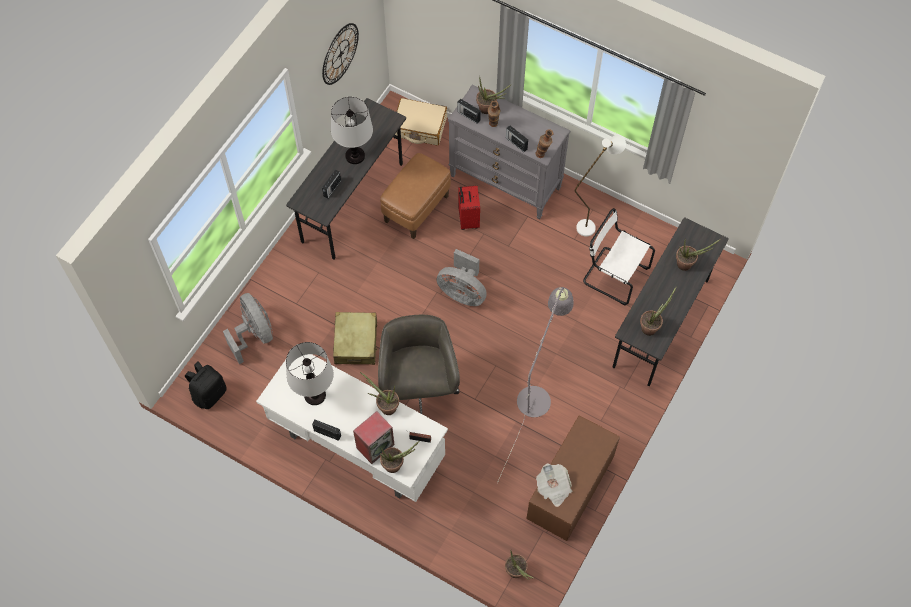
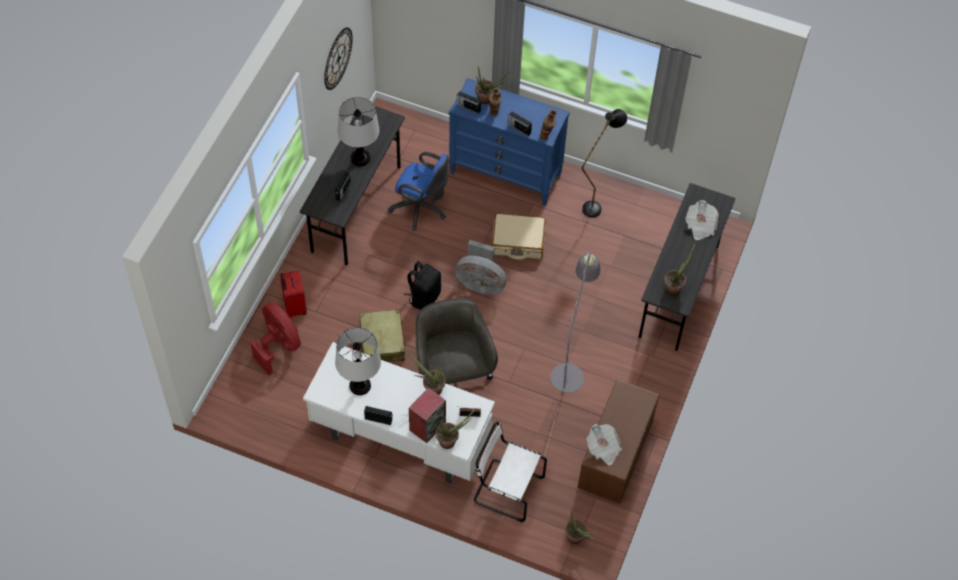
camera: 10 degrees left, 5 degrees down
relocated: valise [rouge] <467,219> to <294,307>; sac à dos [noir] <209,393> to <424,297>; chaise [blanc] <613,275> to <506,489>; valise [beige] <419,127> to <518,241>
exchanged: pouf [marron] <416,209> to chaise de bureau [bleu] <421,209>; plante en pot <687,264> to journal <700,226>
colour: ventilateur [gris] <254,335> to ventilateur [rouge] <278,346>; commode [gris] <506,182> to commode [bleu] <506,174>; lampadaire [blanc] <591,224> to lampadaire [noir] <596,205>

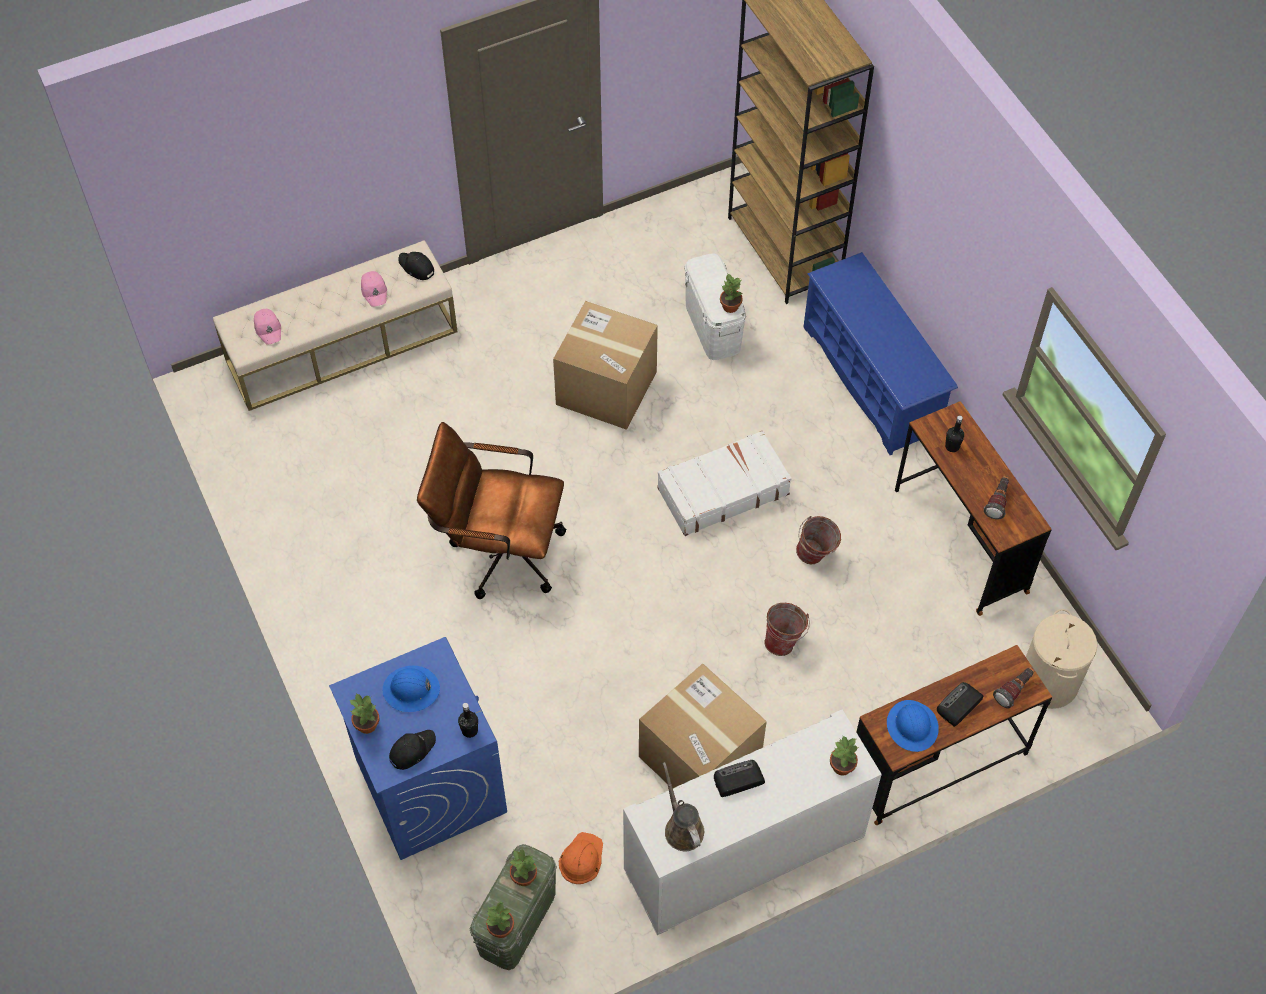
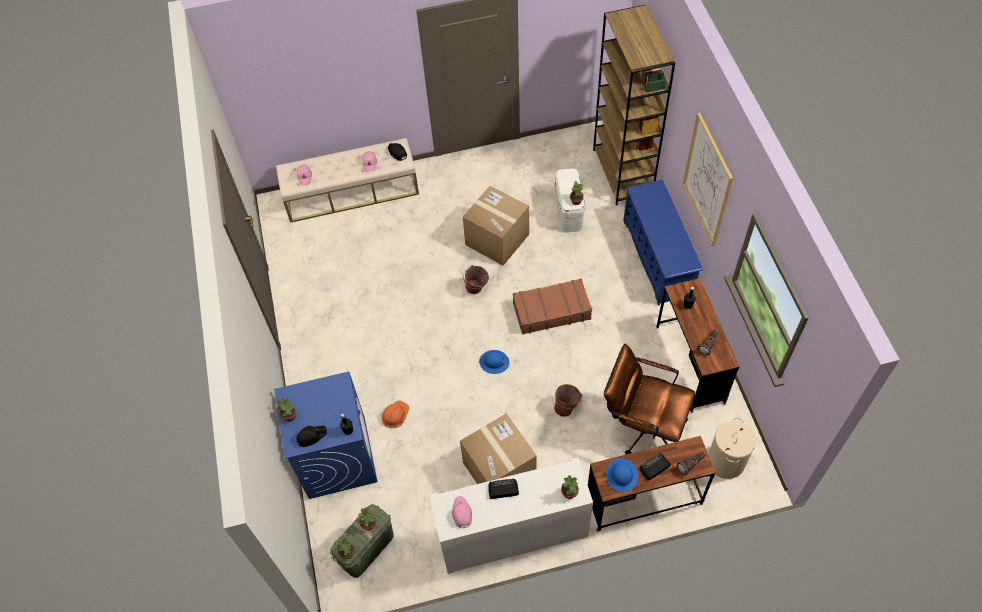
camera: 15 degrees right, 0 degrees up
appeared: tableau <707,180>
relocated: casque de chantier [orange] <581,859> to <395,414>; seau <816,556> to <476,290>; casque de chantier [bleu] <411,690> to <494,362>; chaise de bureau [marron] <498,551> to <642,426>
exchanged: arrosoir [marron] <682,828> to casquette [rose] <461,513>
colour: valise [blanc] <722,491> to valise [marron] <551,311>

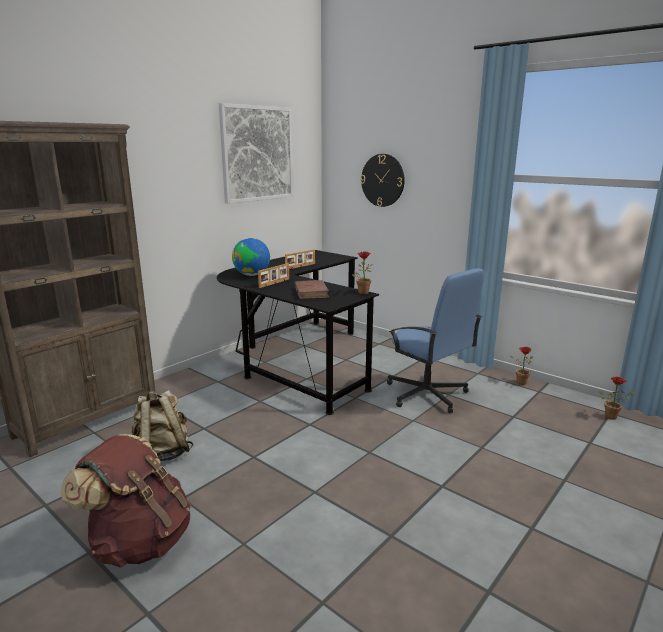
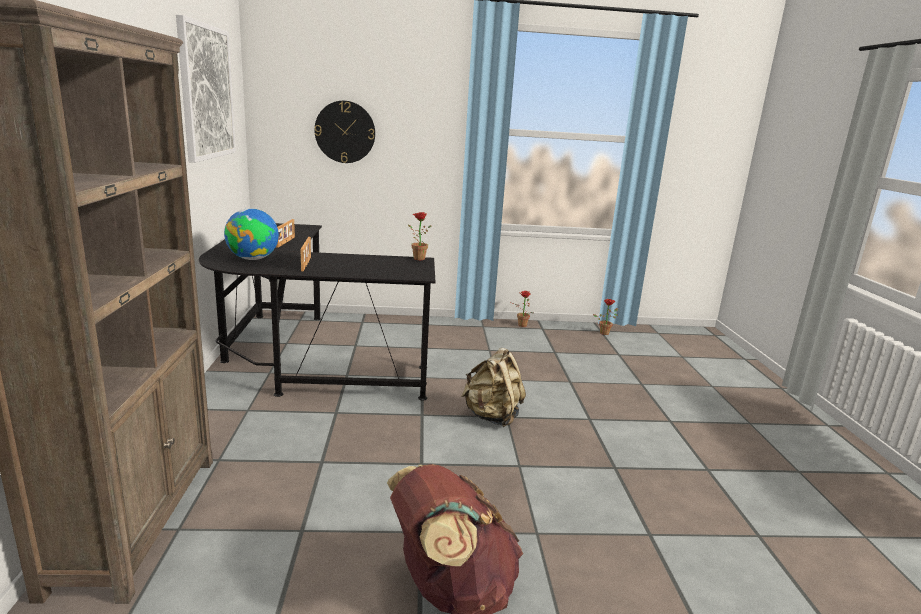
camera: 45 degrees left, 0 degrees up
missing: livre [marron] <311,292>; chaise de bureau [bleu] <427,394>
relocated: sac à dos [beige] <162,453> to <492,417>

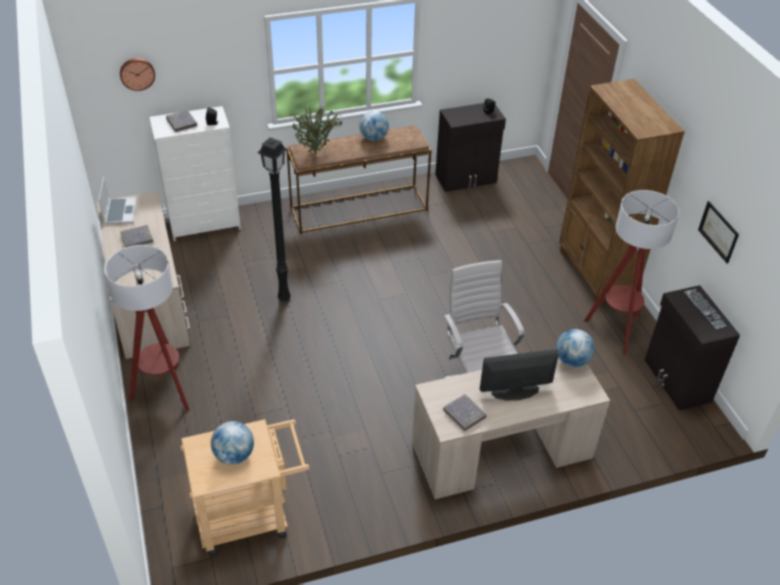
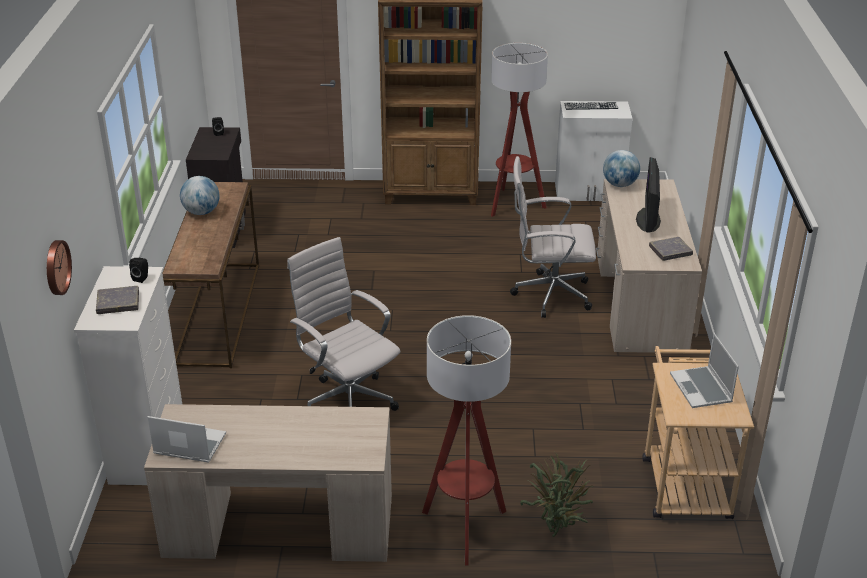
camera: 70 degrees left, 10 degrees down
missing: livre [gris] <137,239>; tableau <718,231>
relocated: plante en pot <316,153> to <557,529>
exchanged: lampadaire [noir] <285,298> to chaise de bureau [blanc] <347,400>; globe <234,455> to ordinateur portable <702,389>
colour: meuble de rangement [noir] <676,381> to meuble de rangement [blanc] <589,193>

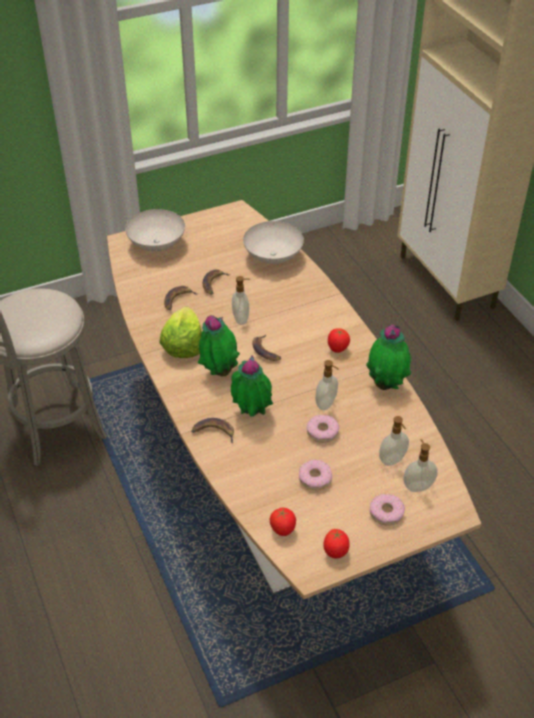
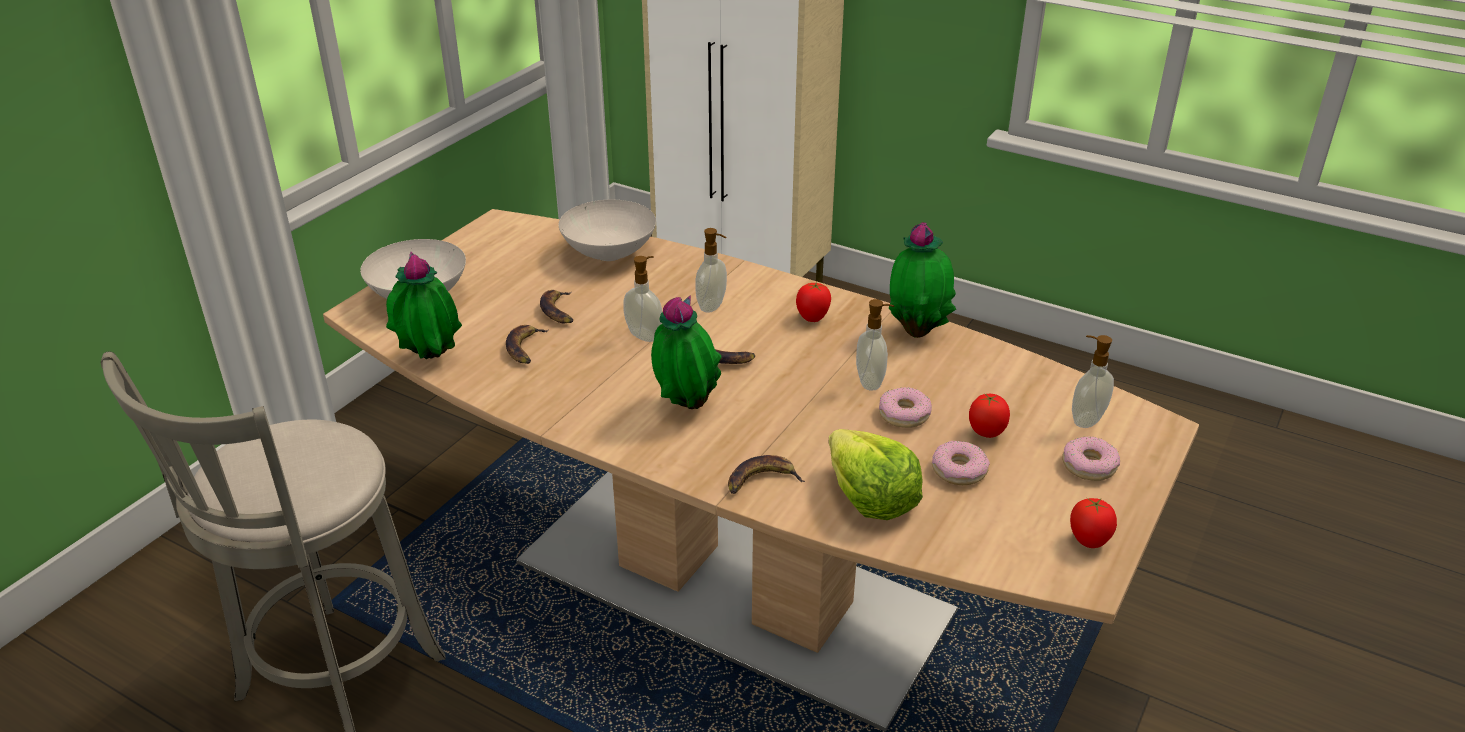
camera: 35 degrees left, 10 degrees down
relocated: plante en pot <251,413> to <430,361>; distributeur de savon <393,460> to <712,306>; laitue <183,345> to <870,498>; tomate <283,530> to <986,433>

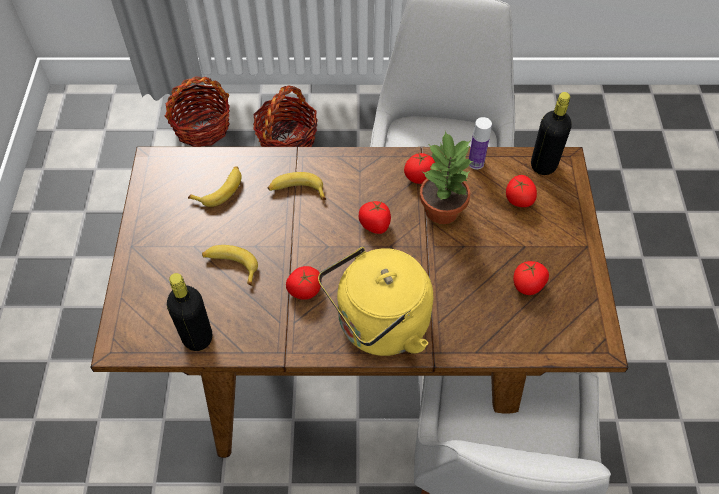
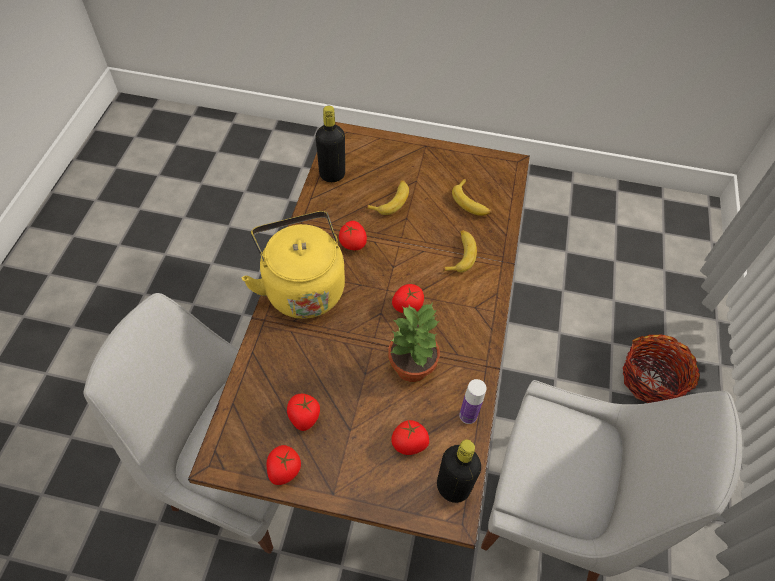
camera: 100 degrees right, 0 degrees up
missing: panier <202,128>
relocated: tomate <420,177> to <284,470>

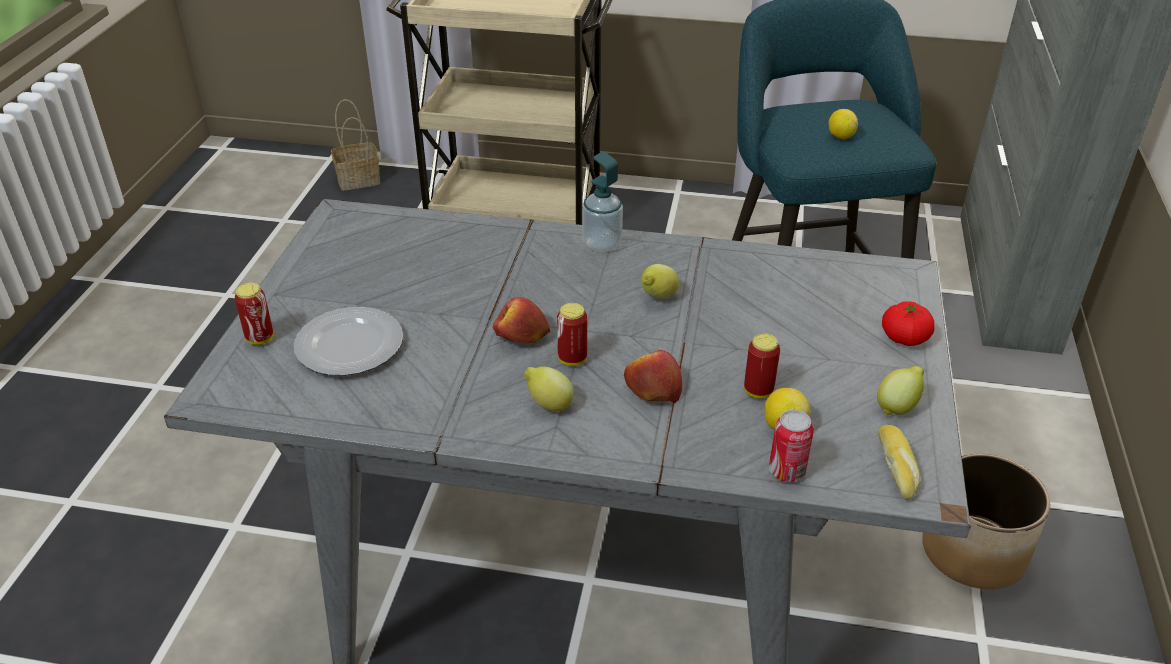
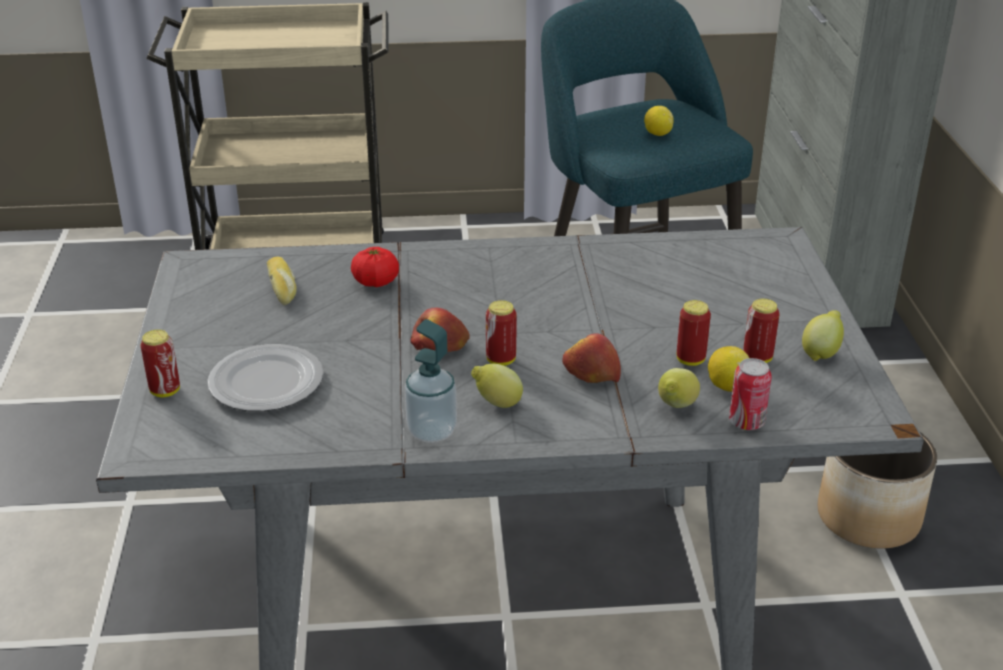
camera: 15 degrees left, 5 degrees down
missing: panier <360,179>
appeared: boîte métallique <757,358>
relocated: pain <898,468> to <283,287>; tomate <904,338> to <375,282>; distributeur de savon <602,244> to <432,431>; citron <657,298> to <676,407>

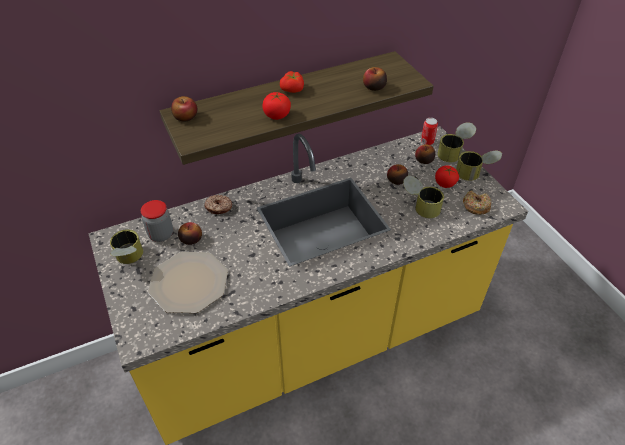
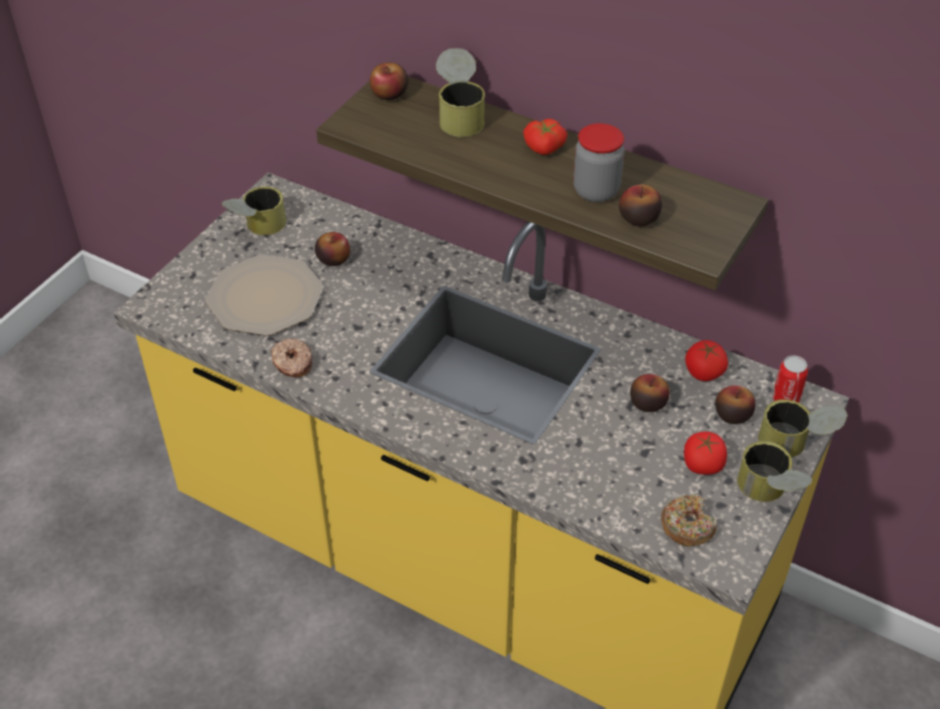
camera: 55 degrees right, 0 degrees up
relocated: beignet <219,208> to <292,363>; boîte métallique <420,206> to <460,114>; bocal <161,234> to <596,191>; tomate <277,115> to <703,372>

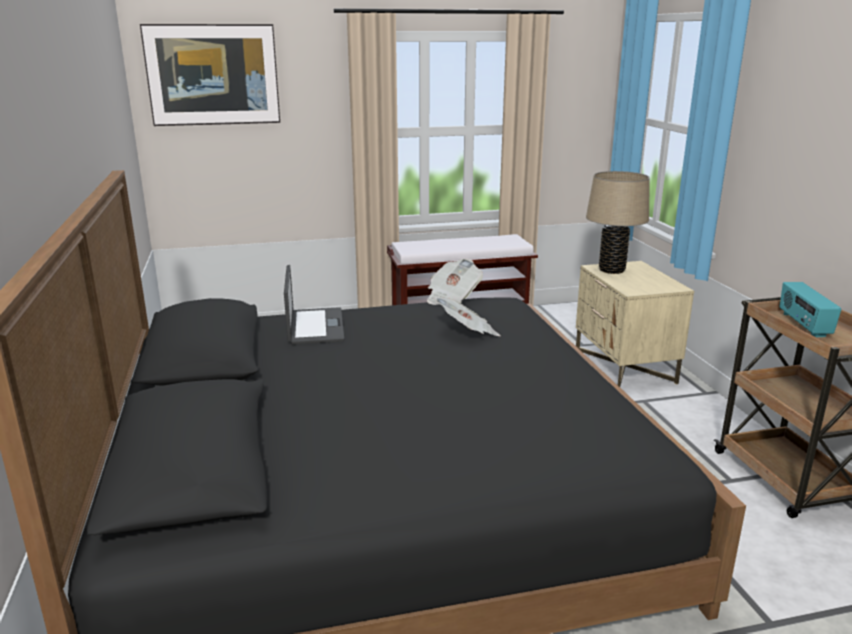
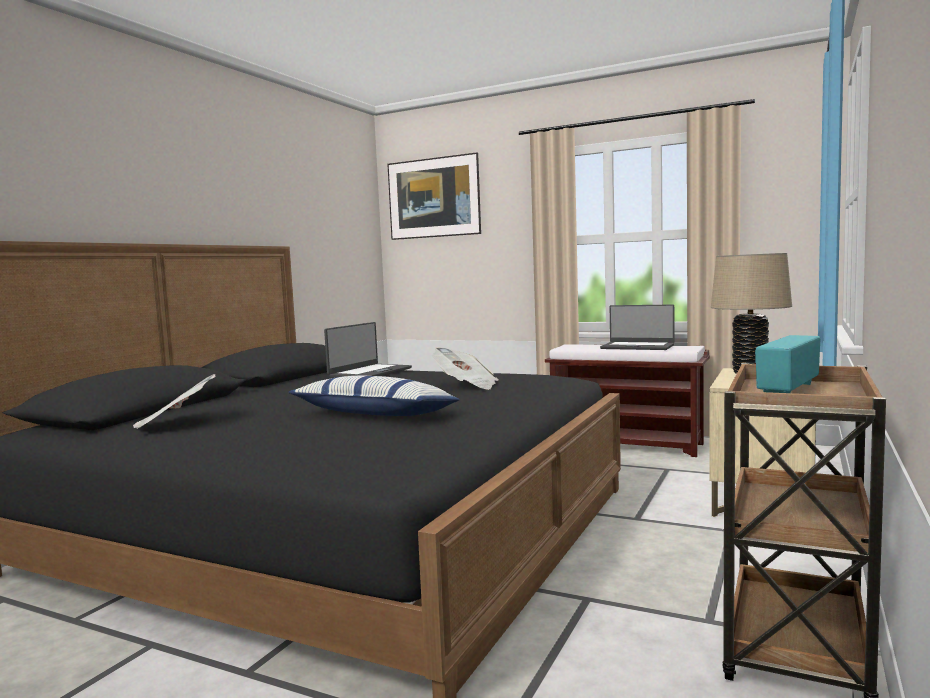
camera: 40 degrees right, 15 degrees down
appeared: coussin <375,414>; ordinateur portable <637,347>
relocated: journal <452,297> to <174,424>

